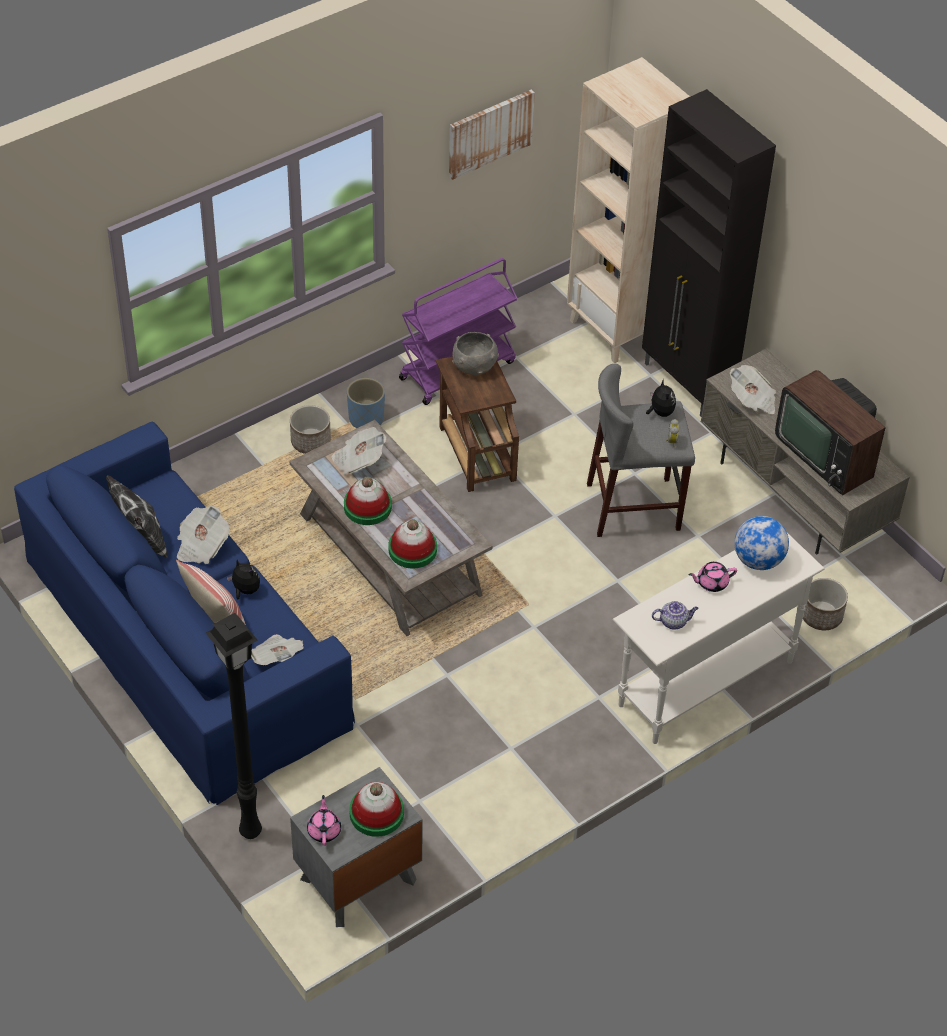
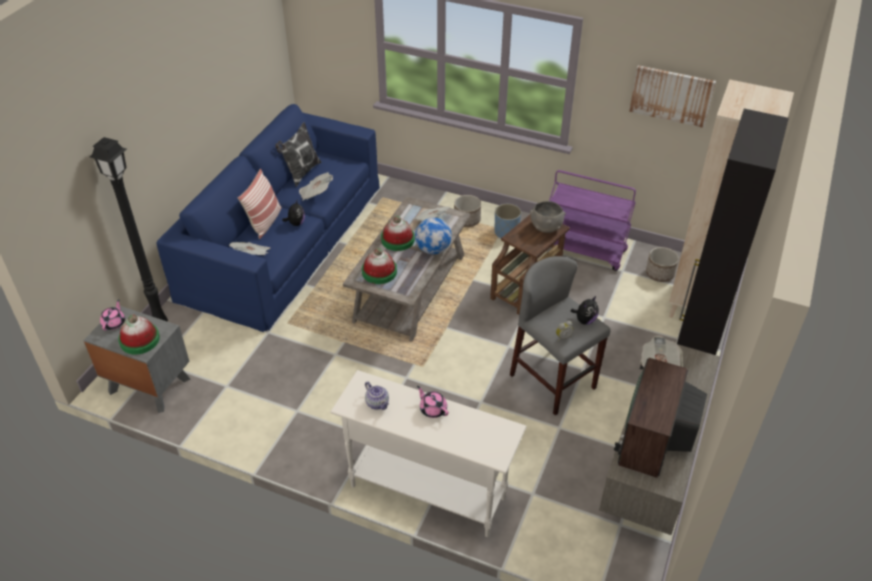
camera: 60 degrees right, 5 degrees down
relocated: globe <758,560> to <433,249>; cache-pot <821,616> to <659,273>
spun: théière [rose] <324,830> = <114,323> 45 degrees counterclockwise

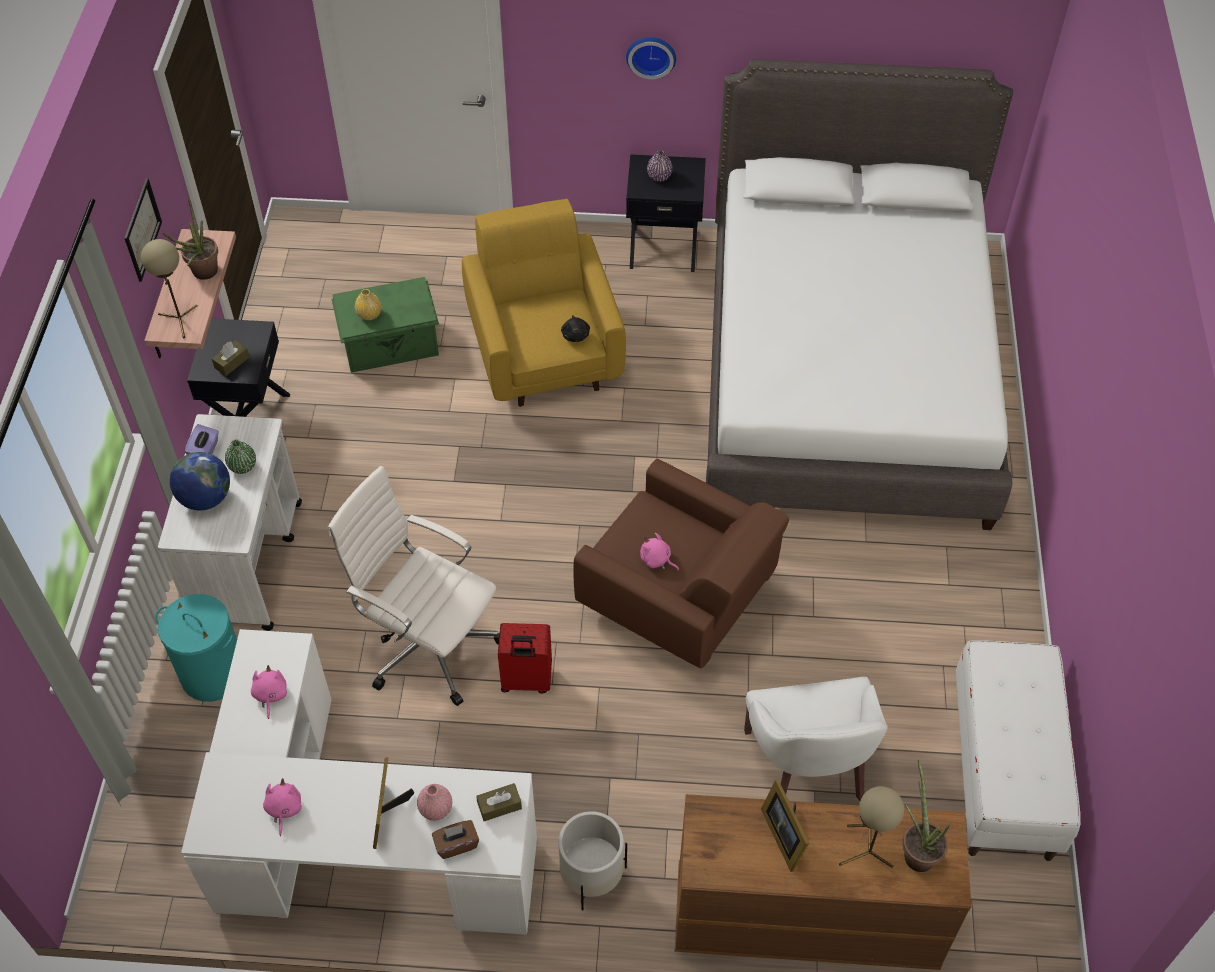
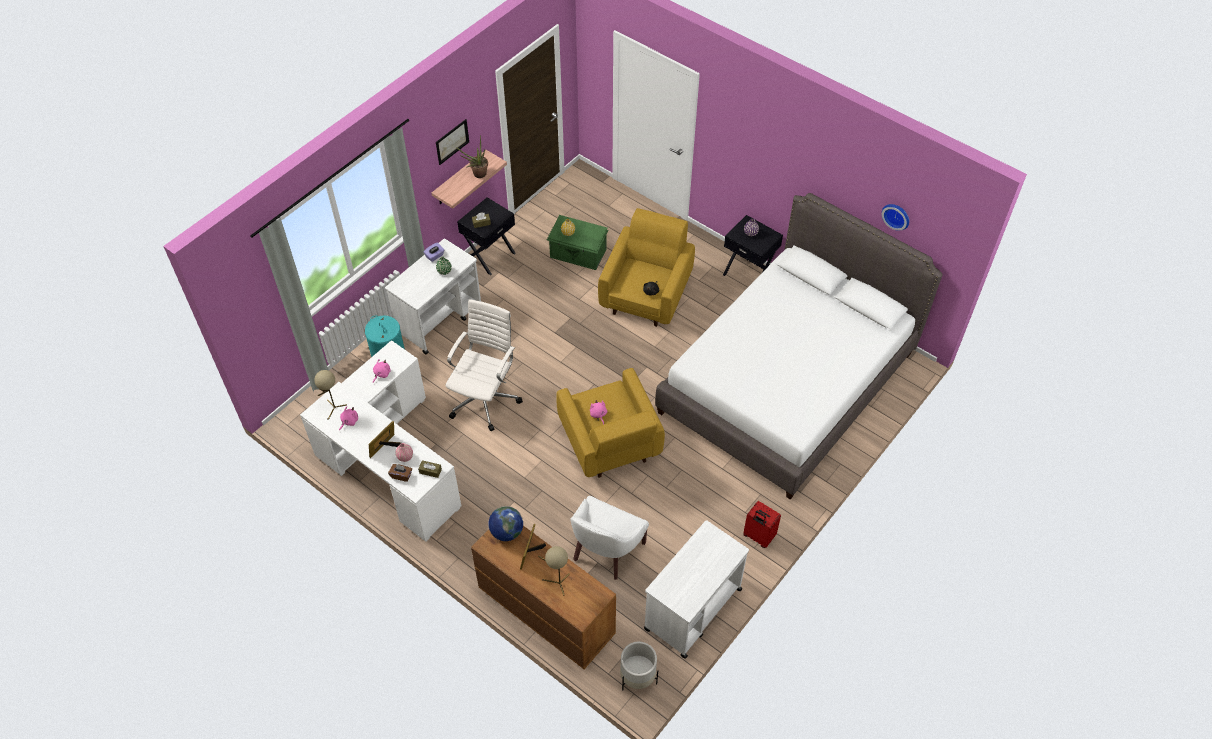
camera: 35 degrees right, 0 degrees up
missing: plante en pot <917,851>
relocated: lampe de table [beige] <180,320> to <333,409>; globe <205,498> to <507,532>; cache-pot [blanc] <591,876> to <637,677>; valise [rouge] <526,681> to <758,537>; horloge murale <651,55> to <896,215>
exchanged: banc [blanc] <1003,771> to chariot [blanc] <692,609>
colour: fauteuil [marron] <679,600> to fauteuil [jaune] <610,443>
spun: chaise de bureau [blanc] <429,643> = <485,398> 45 degrees clockwise

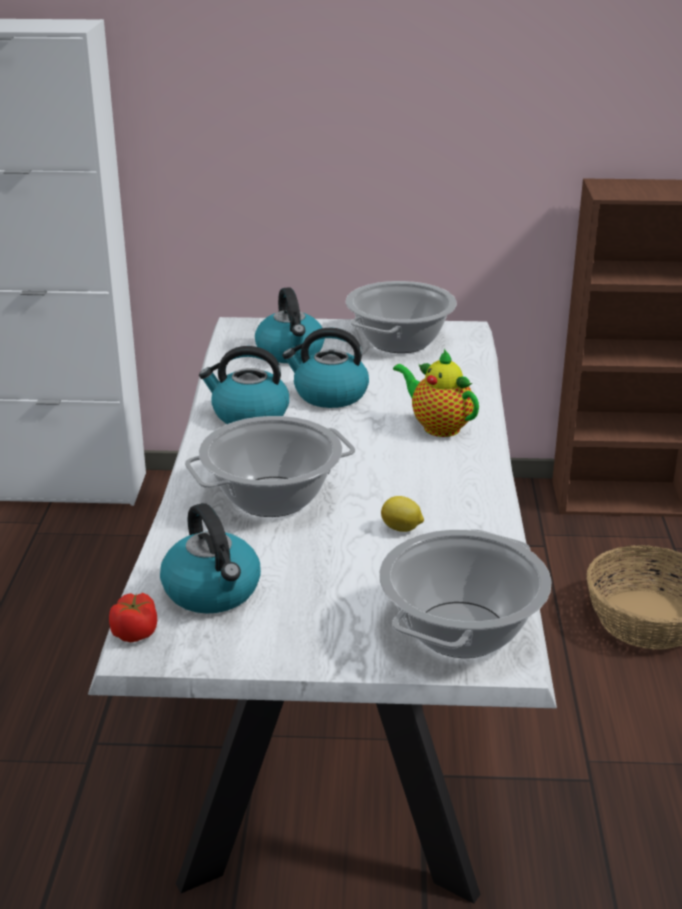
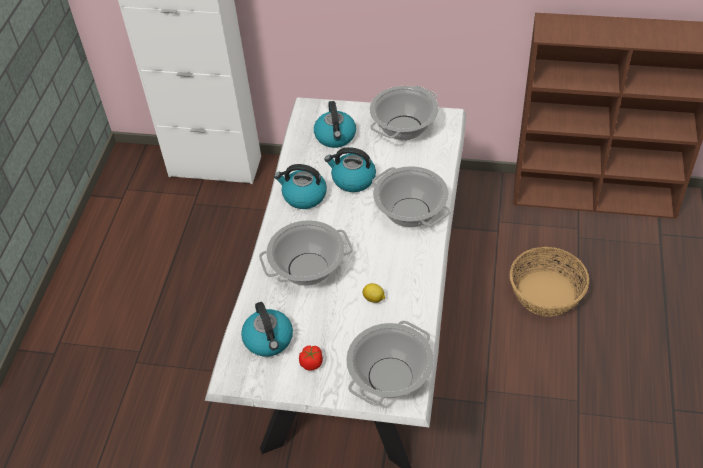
camera: 10 degrees right, 20 degrees up
relocated: tomate <135,633> to <311,363>
exchanged: théière <438,427> to marmite <411,213>

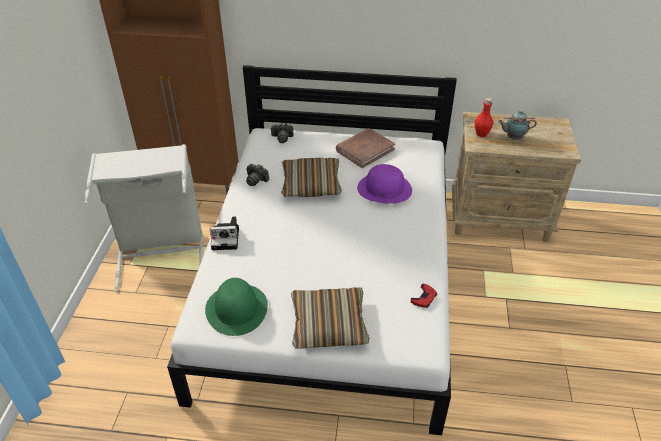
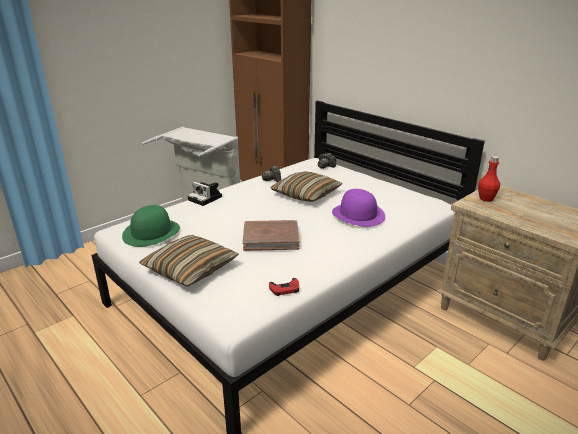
camera: 40 degrees right, 15 degrees down
missing: théière <513,138>
relocated: livre [marron] <365,150> to <271,238>

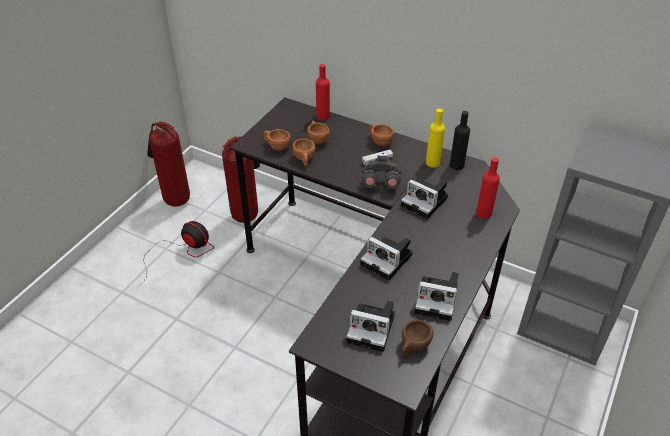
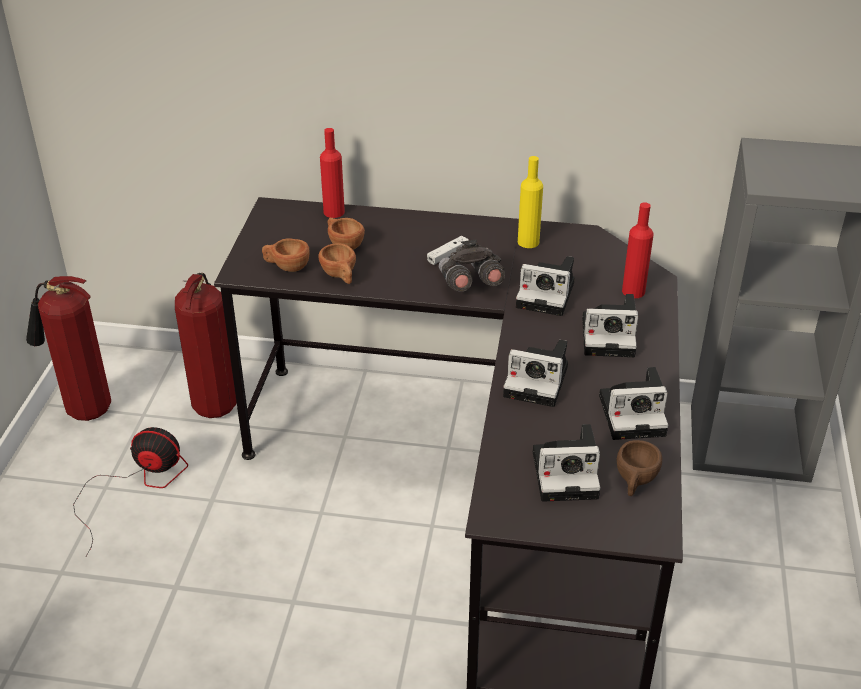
camera: 20 degrees left, 5 degrees down
missing: tasse [marron] <379,141>; bouteille [noir] <456,165>
appeared: appareil photo <611,336>

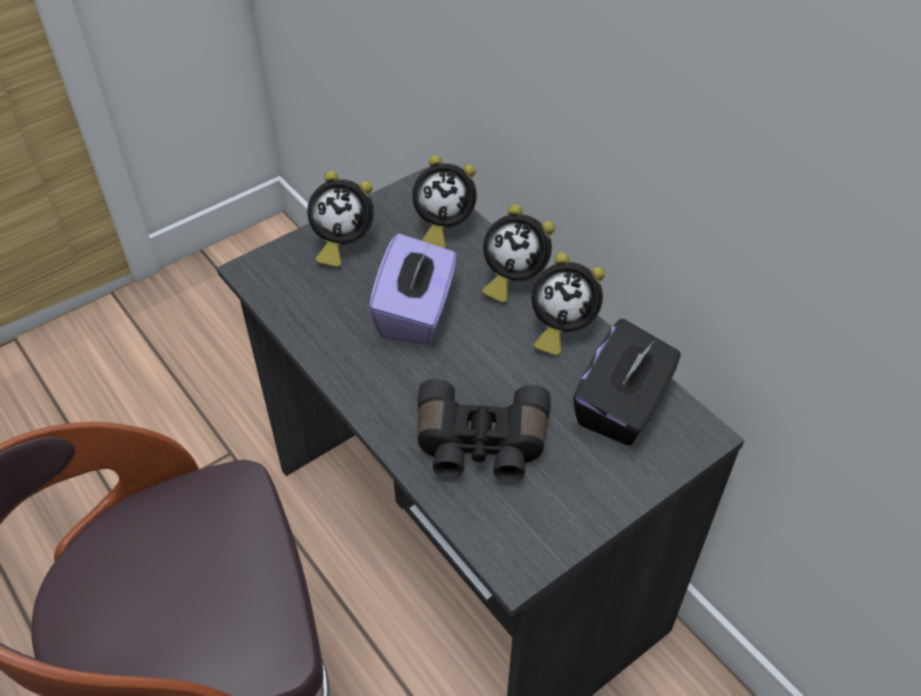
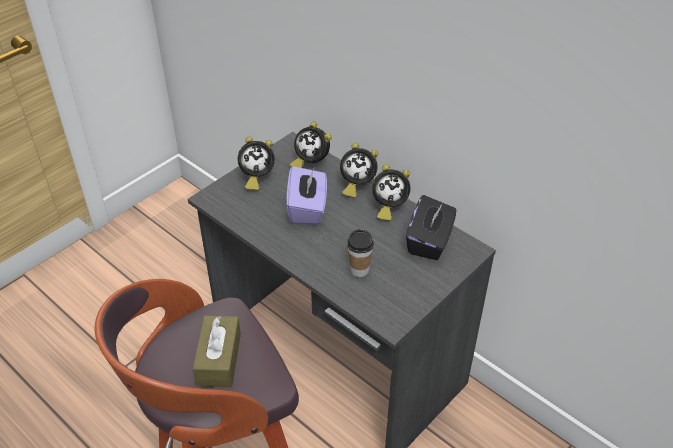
camera: 10 degrees left, 5 degrees down
appeared: boîte à mouchoirs [marron] <219,359>
exchanged: jumelles [noir] <480,445> to tasse <359,270>
spun: réveil <442,228> = <310,163> 45 degrees clockwise

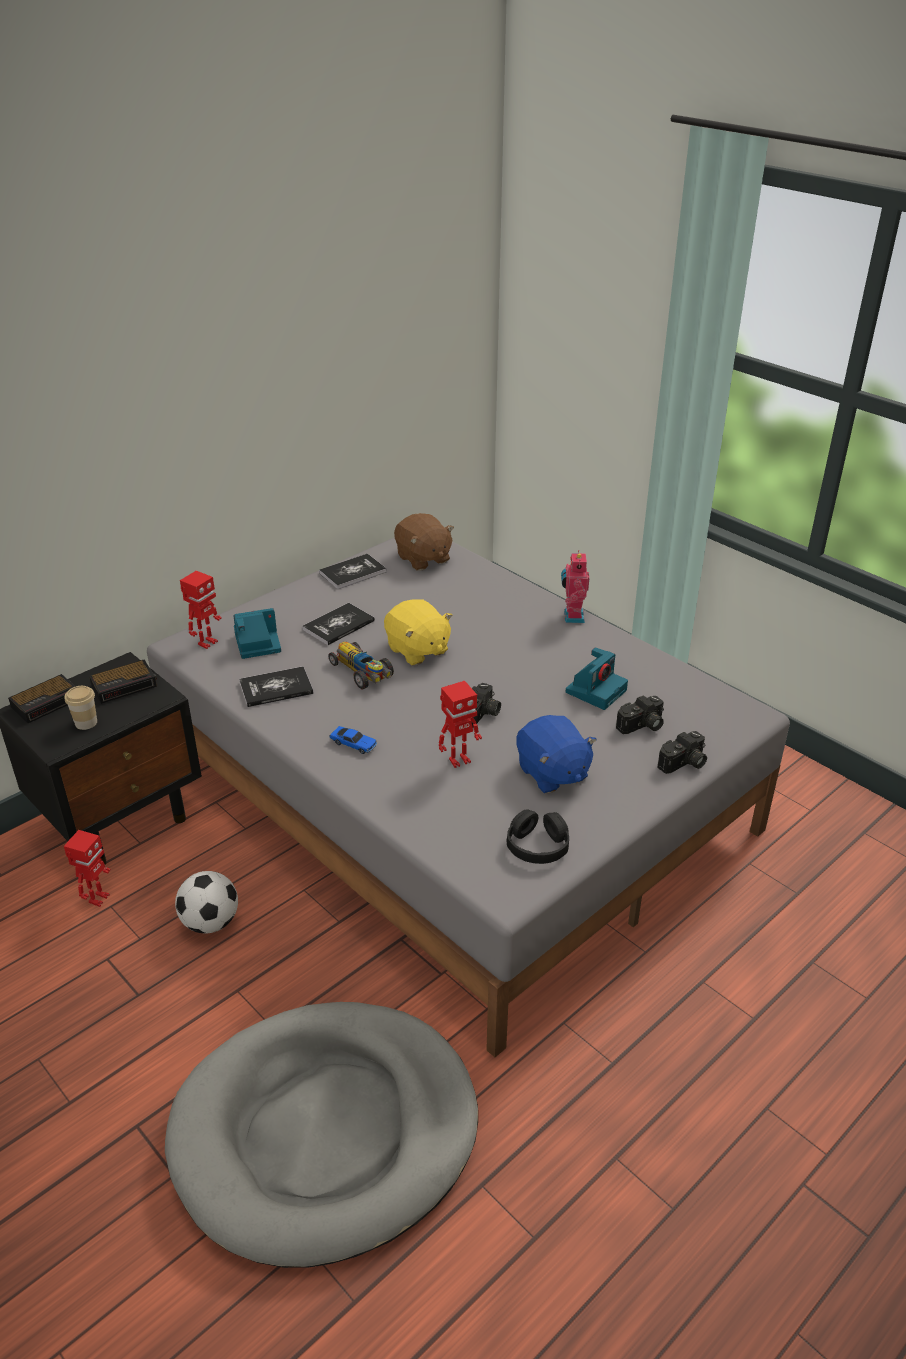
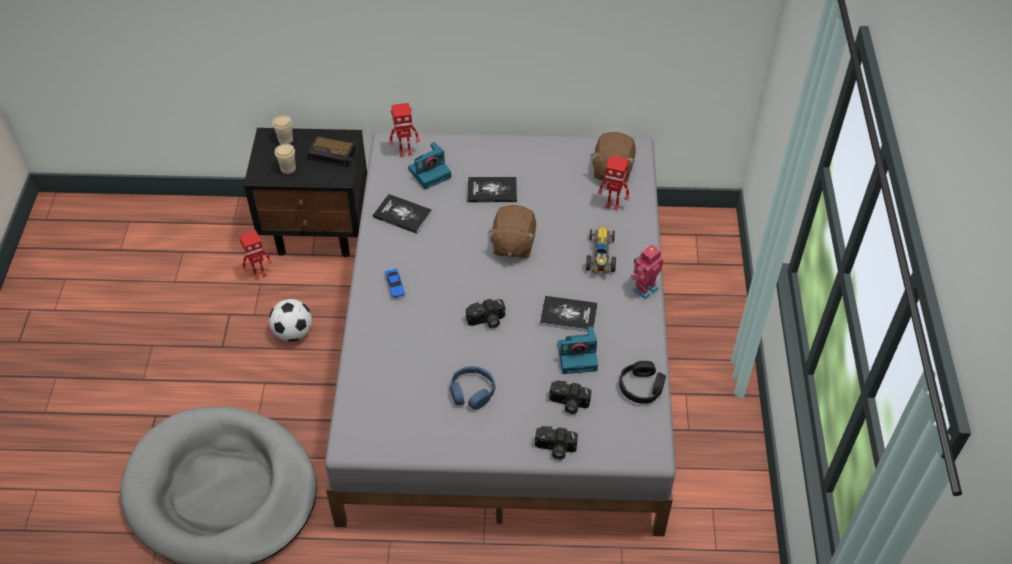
camera: 45 degrees right, 15 degrees up
relocated: livre <353,572> to <568,315>; petite voiture <362,673> to <600,257>; robot jouet <459,760> to <612,205>; casque audio [noir] <537,845> to <641,387>
exchanged: réveil <47,702> to tasse <285,139>; peluche [bleu] <552,773> to casque audio [bleu] <472,392>
colour: peluche [jaune] <417,650> to peluche [marron] <513,244>
spun: appareil photo <256,644> = <430,172> 120 degrees clockwise

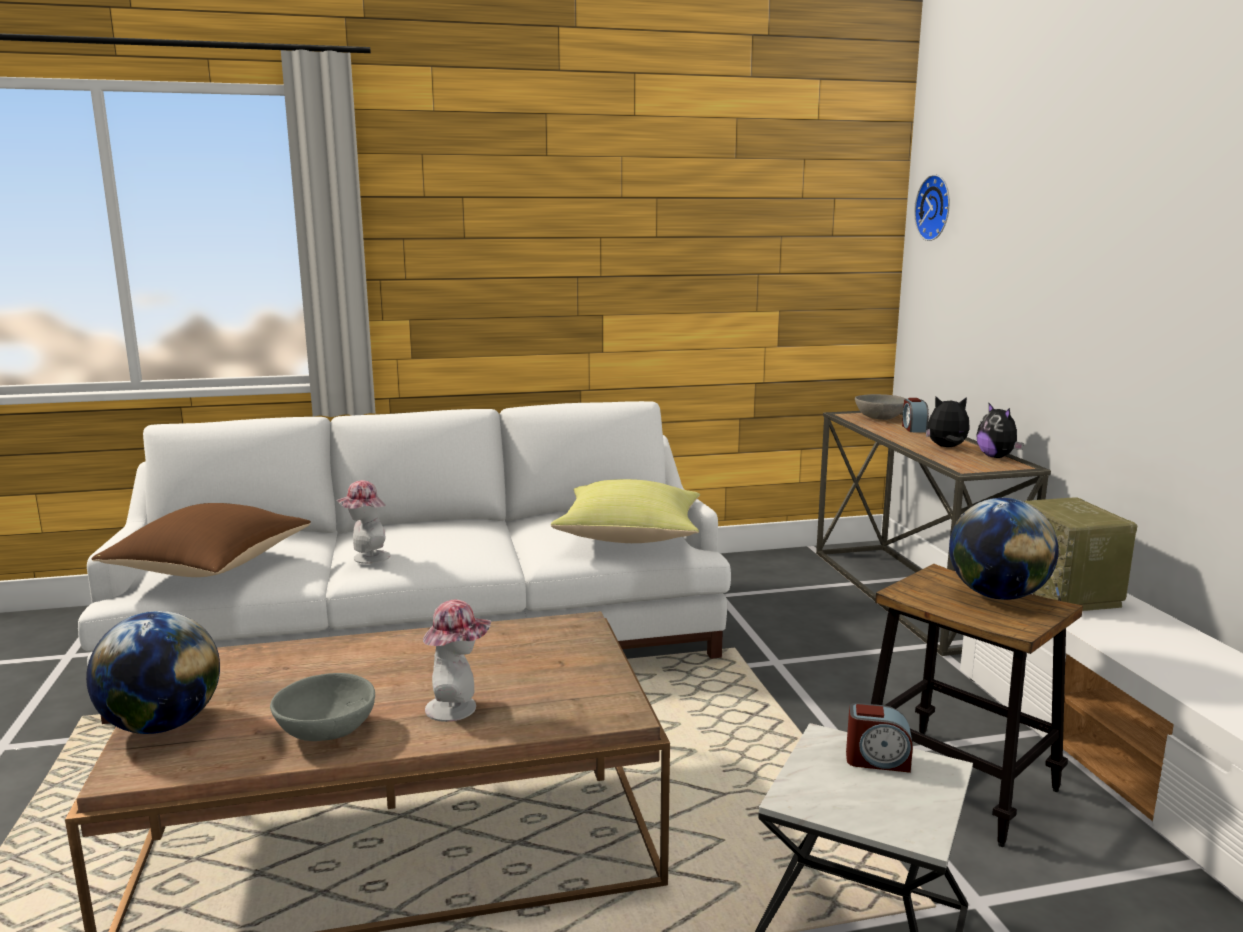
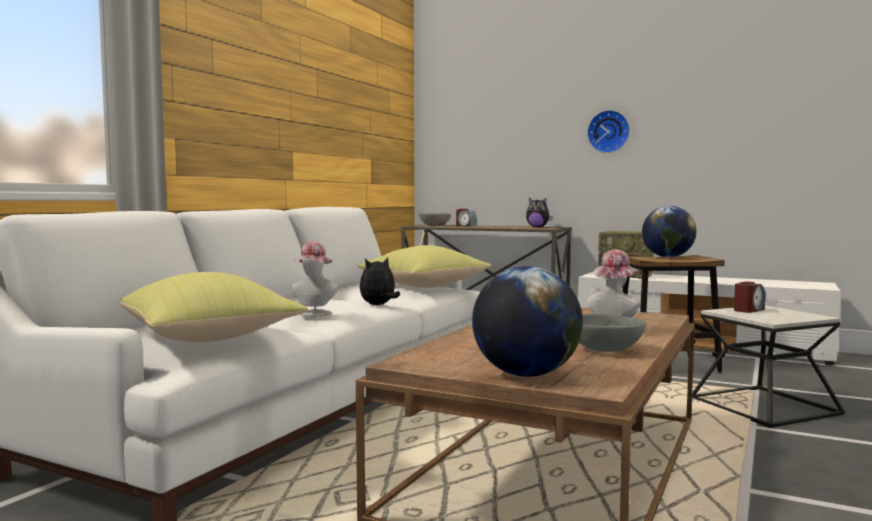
camera: 50 degrees left, 10 degrees down
relocated: peluche <946,447> to <378,305>; horloge murale <936,207> to <609,131>
colour: coussin [marron] <211,569> to coussin [jaune] <212,339>

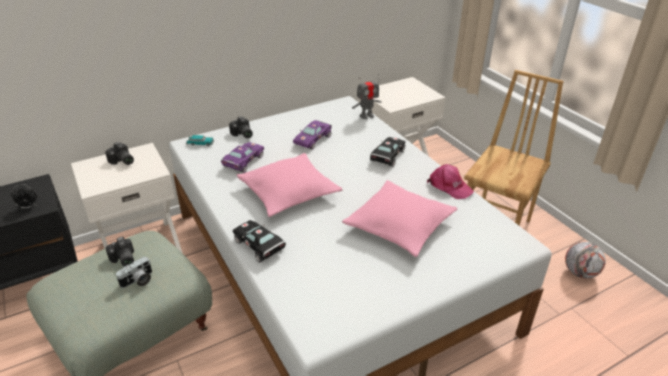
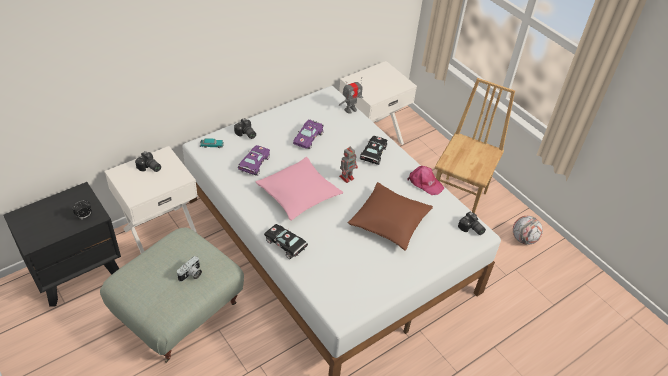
camera: 10 degrees left, 10 degrees up
appeared: robot jouet <347,177>
relocated: appareil photo <123,260> to <471,229>
colour: coussin [rose] <399,225> to coussin [marron] <389,221>

